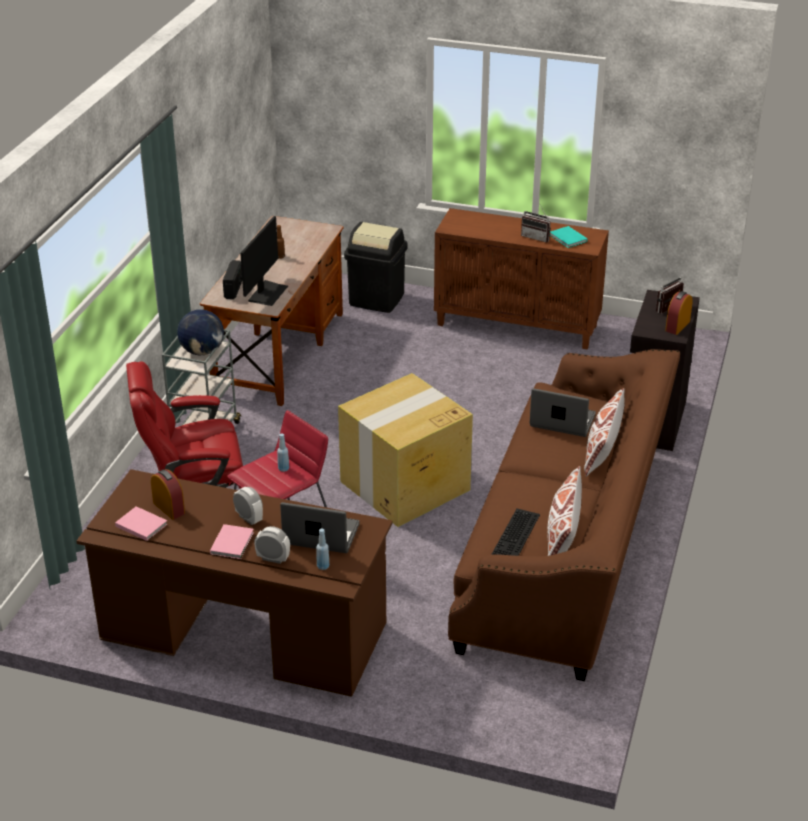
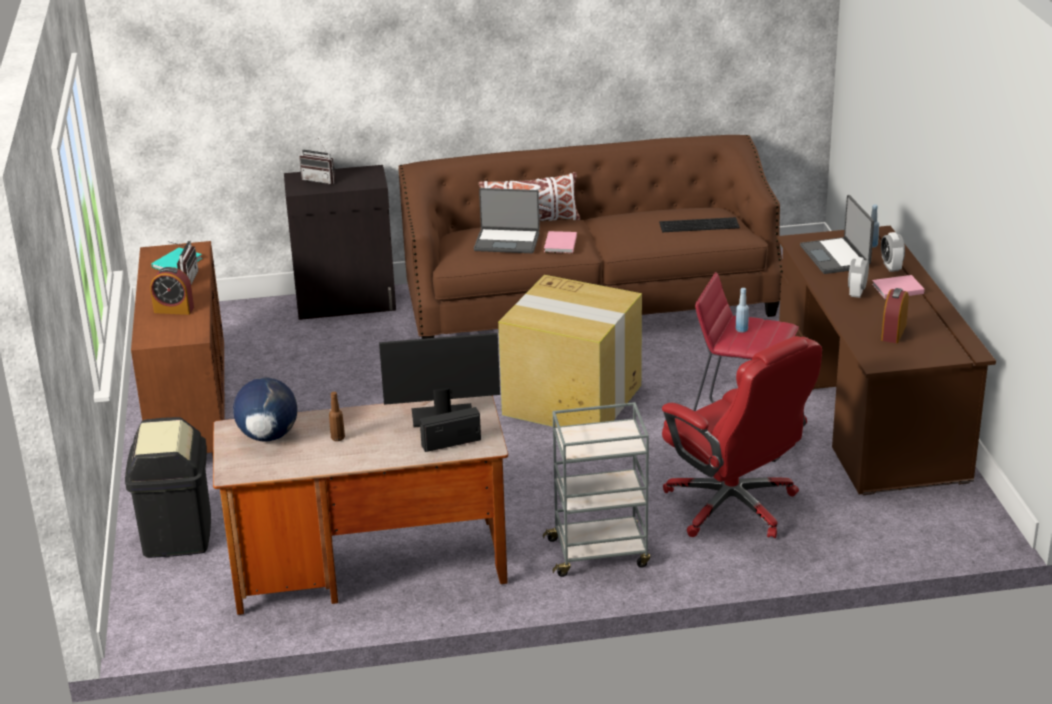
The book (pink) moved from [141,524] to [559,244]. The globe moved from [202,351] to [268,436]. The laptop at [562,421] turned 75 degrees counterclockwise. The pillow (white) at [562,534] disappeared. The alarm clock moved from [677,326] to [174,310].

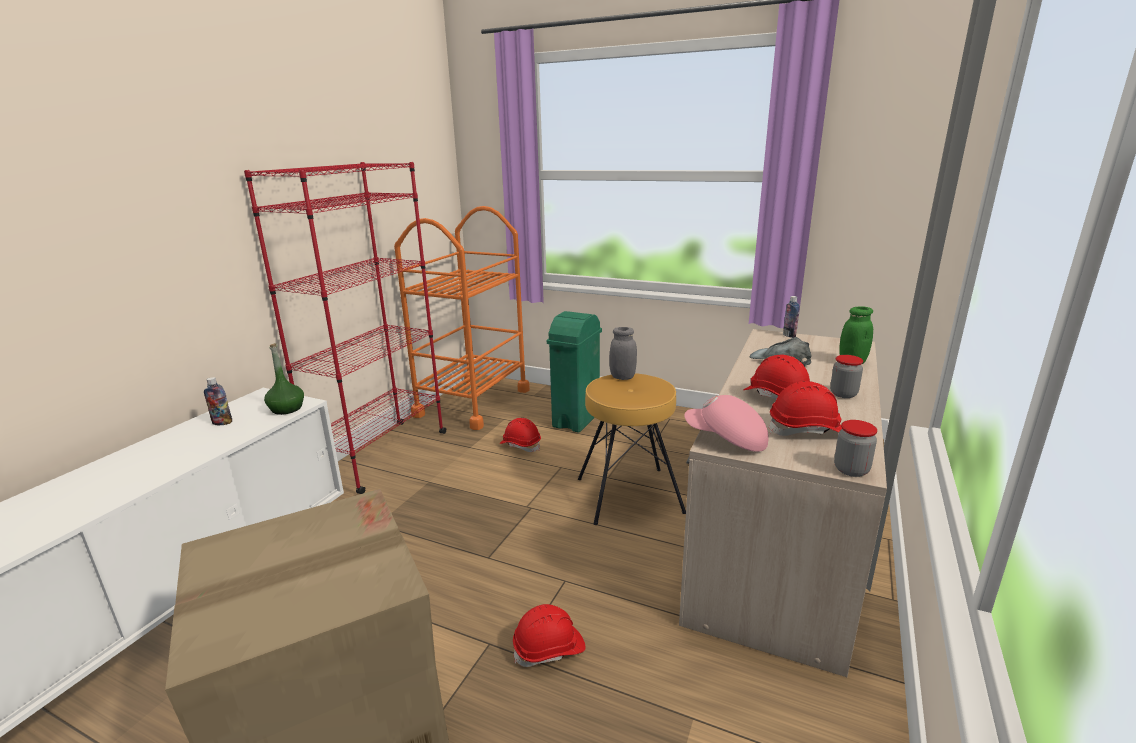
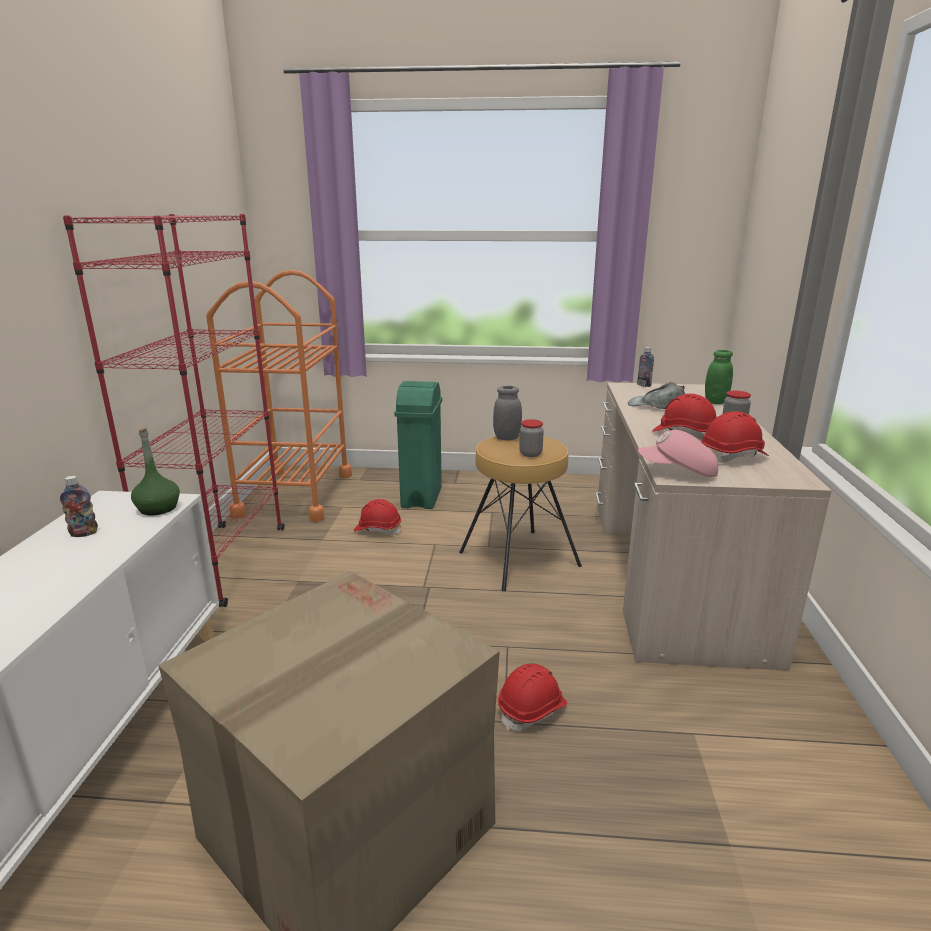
The jar moved from [851,470] to [530,454].

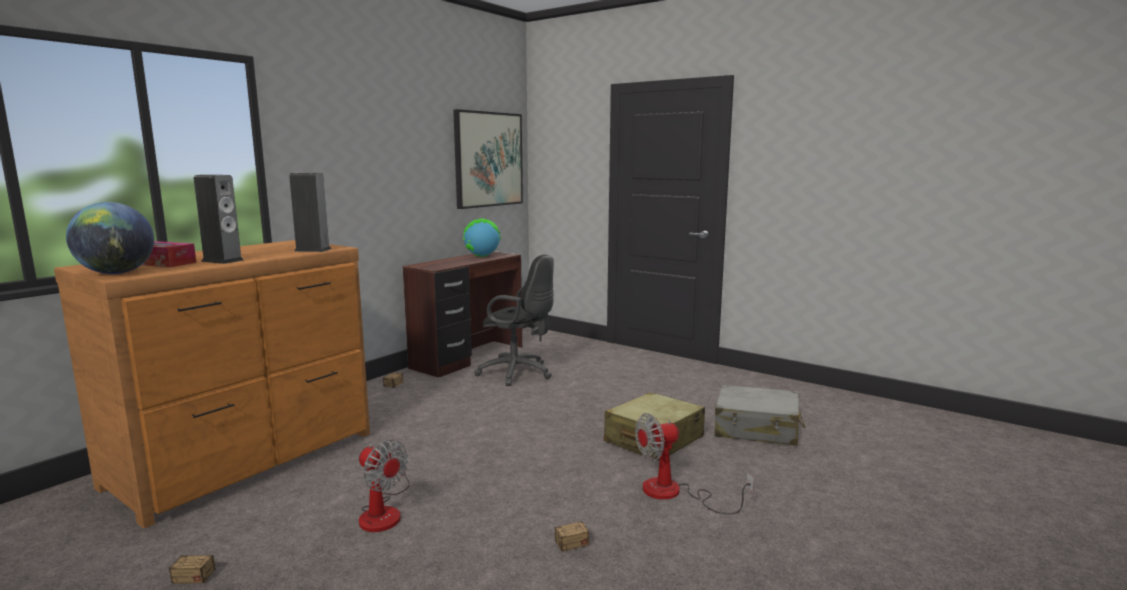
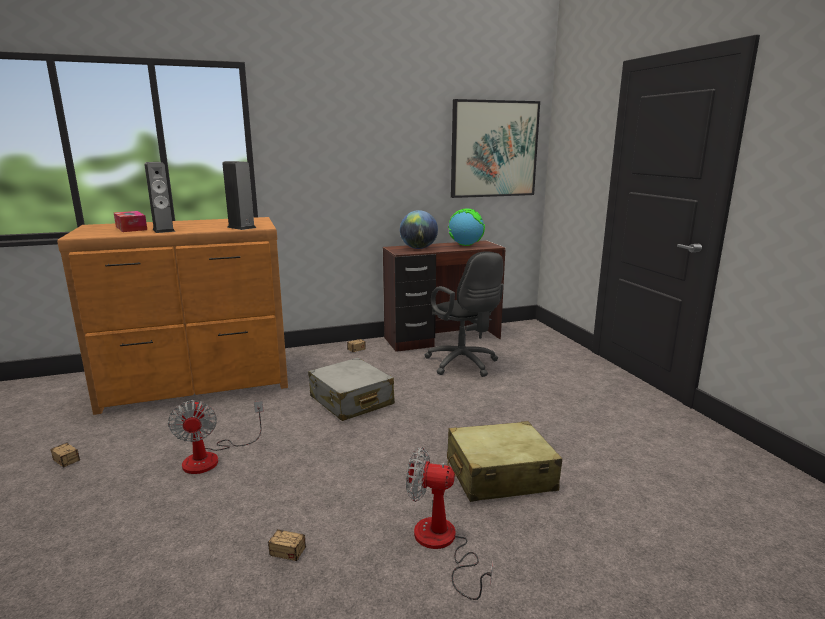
The globe moved from [117,273] to [418,248]. The suitcase (grey) moved from [757,429] to [351,401].

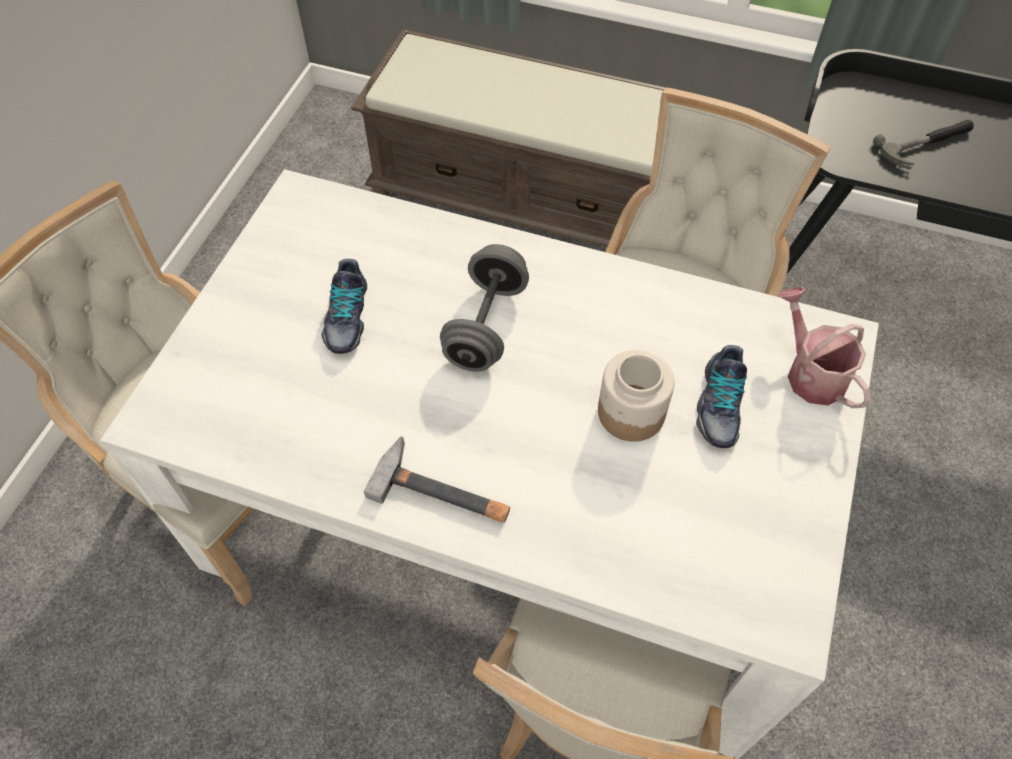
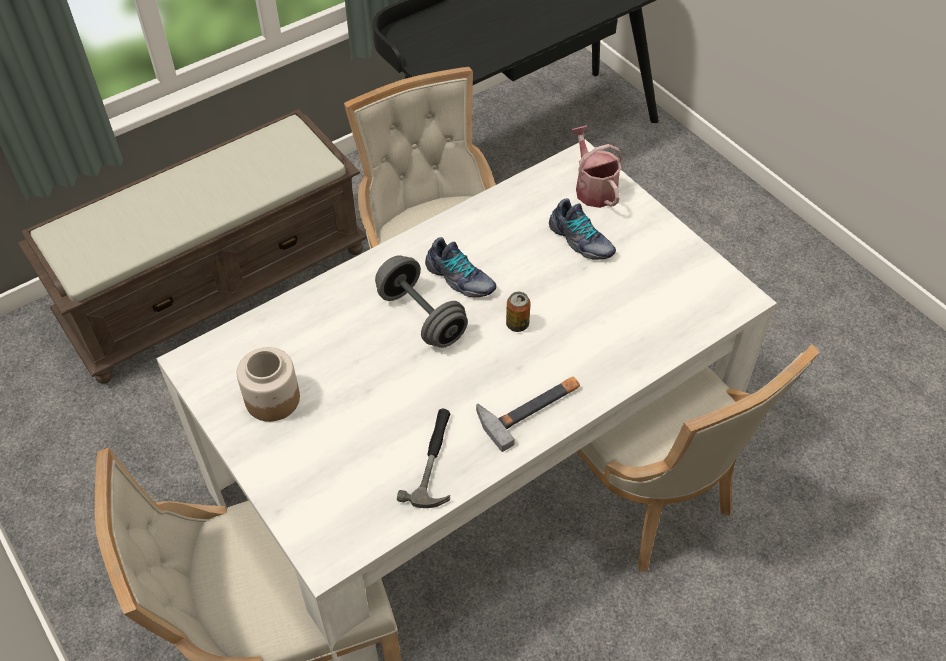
The shoe moved from [346,317] to [459,279]. The jar moved from [630,412] to [272,399]. The watering can at [811,372] turned 60 degrees clockwise. The hammer moved from [927,145] to [435,460]. The can at [517,324] appeared.

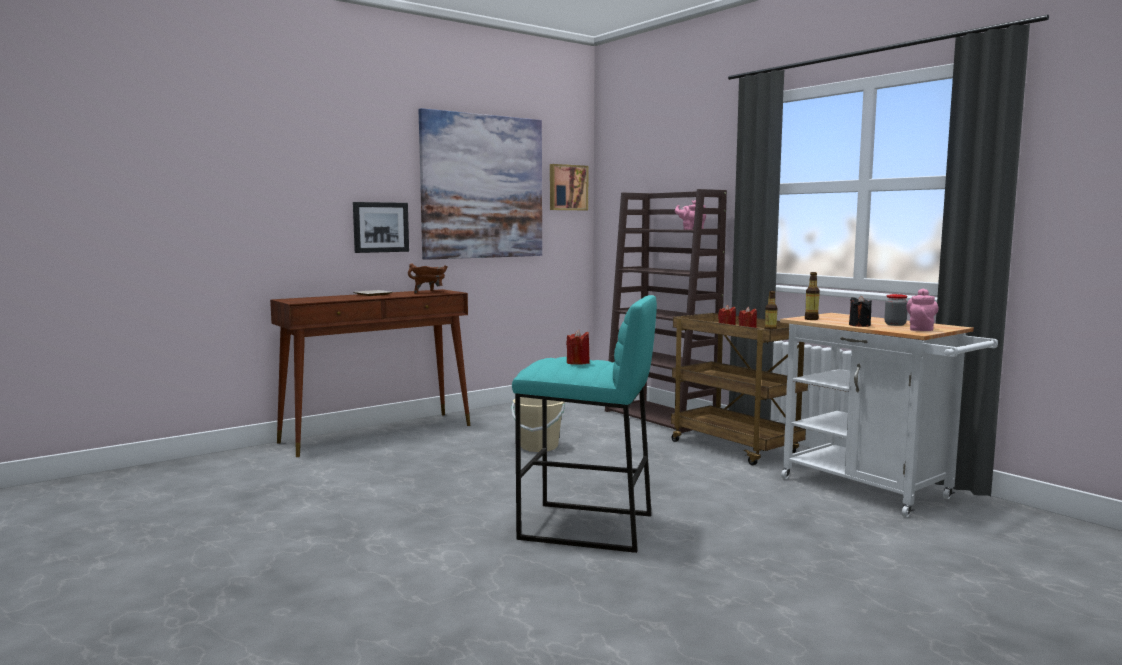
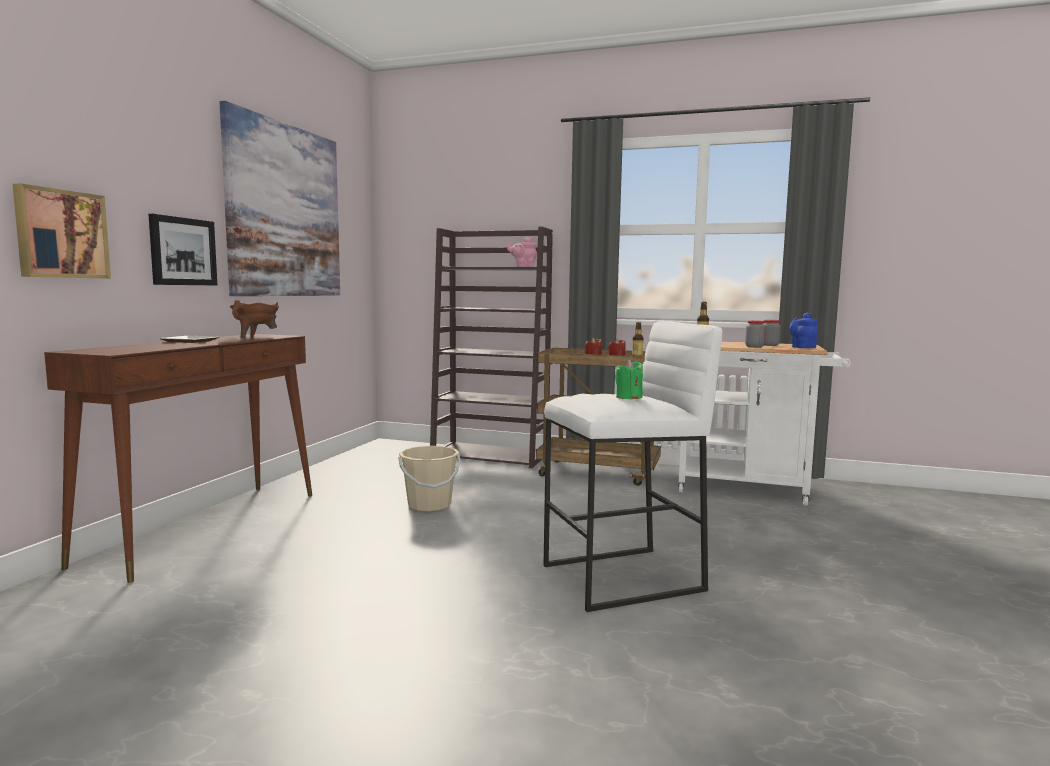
The stool (turquoise) at [585,527] became the stool (white) at [623,578]. The picture moved from [567,187] to [61,234]. The candle (red) at [578,363] became the candle (green) at [629,397]. The candle (black) at [859,325] was replaced by the jar at [754,347]. The teapot (pink) at [921,329] became the teapot (blue) at [802,347].

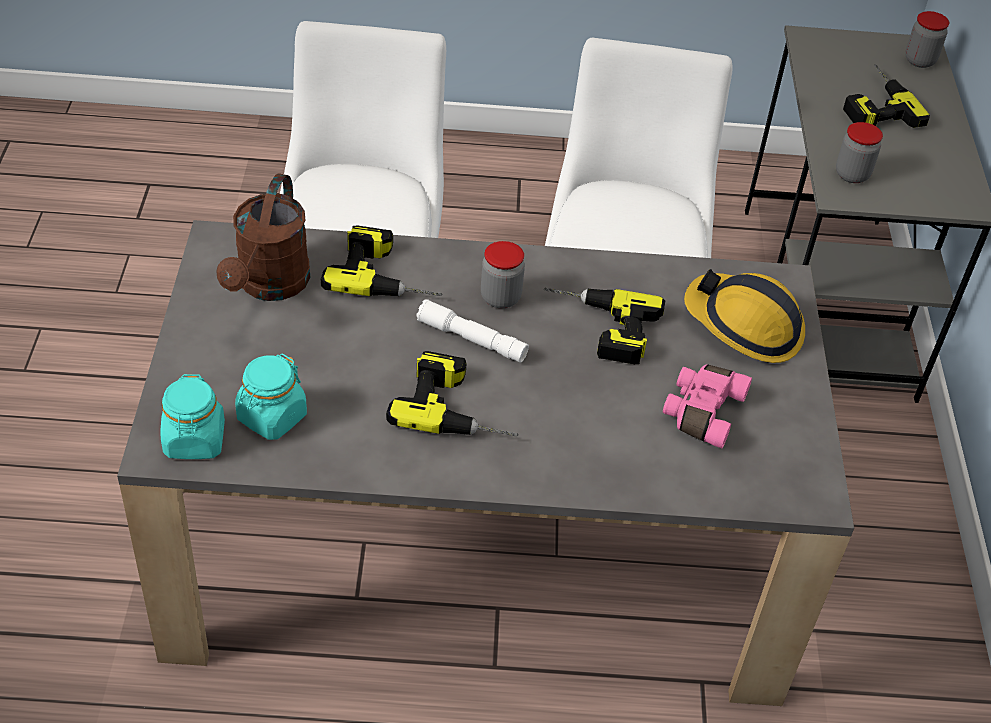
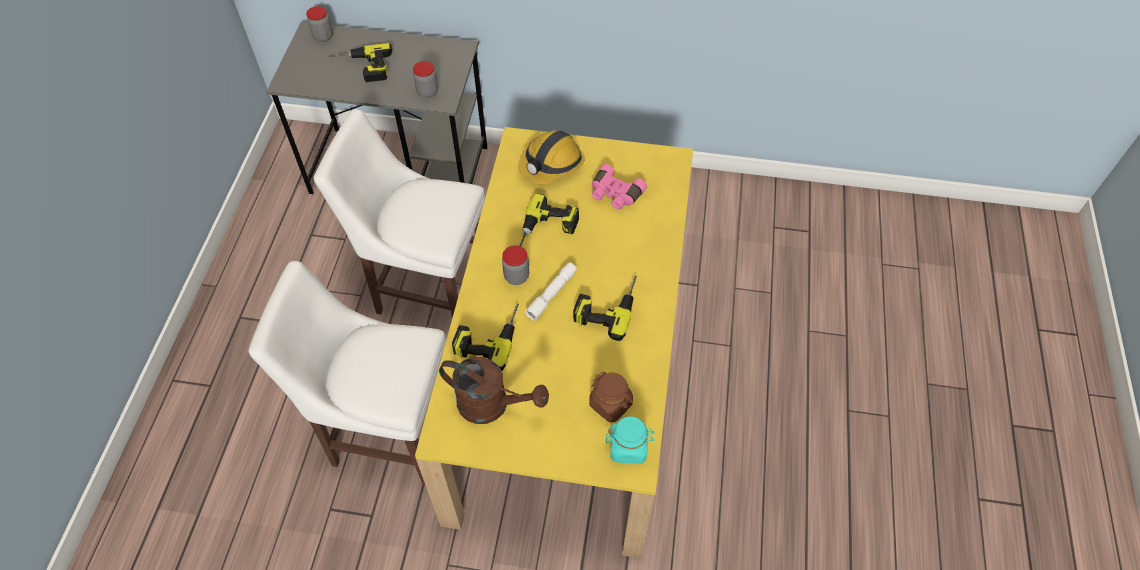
The dining table (grey) at [479,547] became the dining table (yellow) at [568,374]. The jar (turquoise) at [271,417] became the jar (brown) at [611,404].

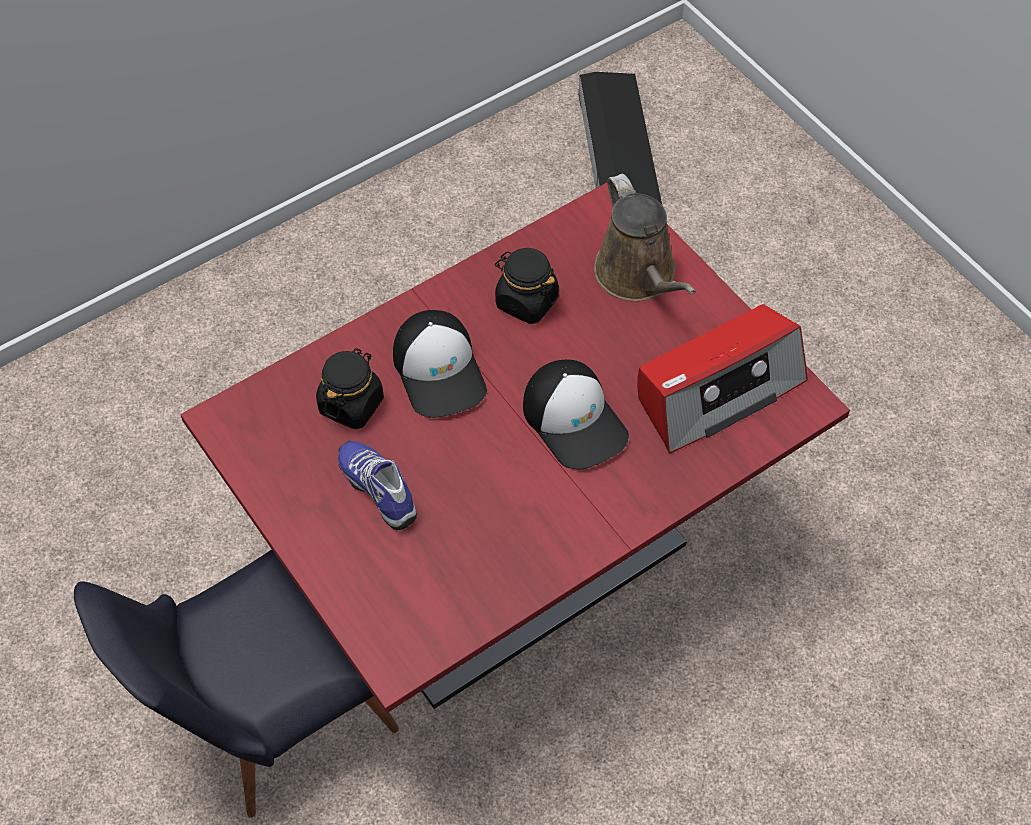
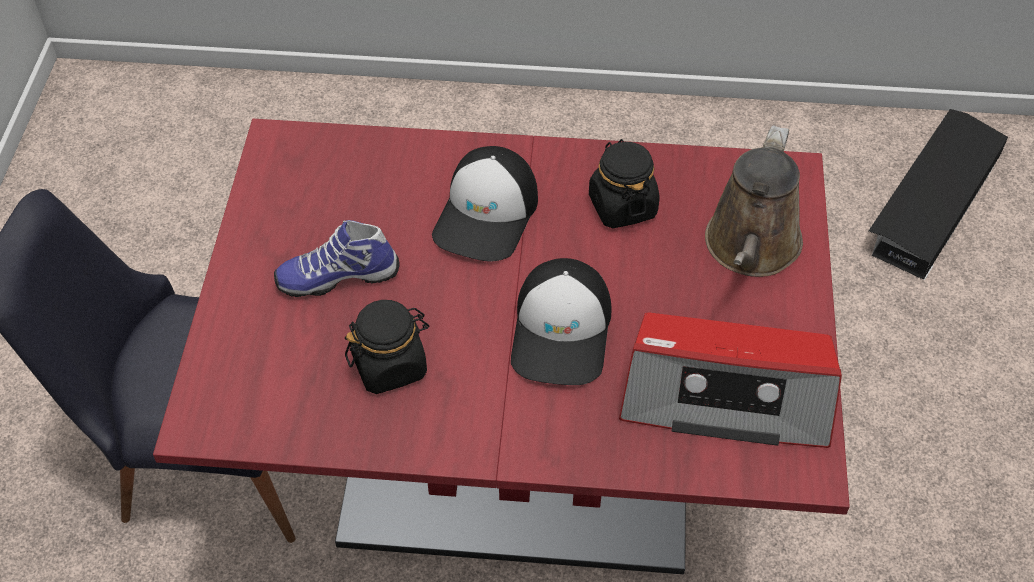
The jar (black) moved from [351,404] to [390,365]. The shoe at [380,489] turned 105 degrees counterclockwise.

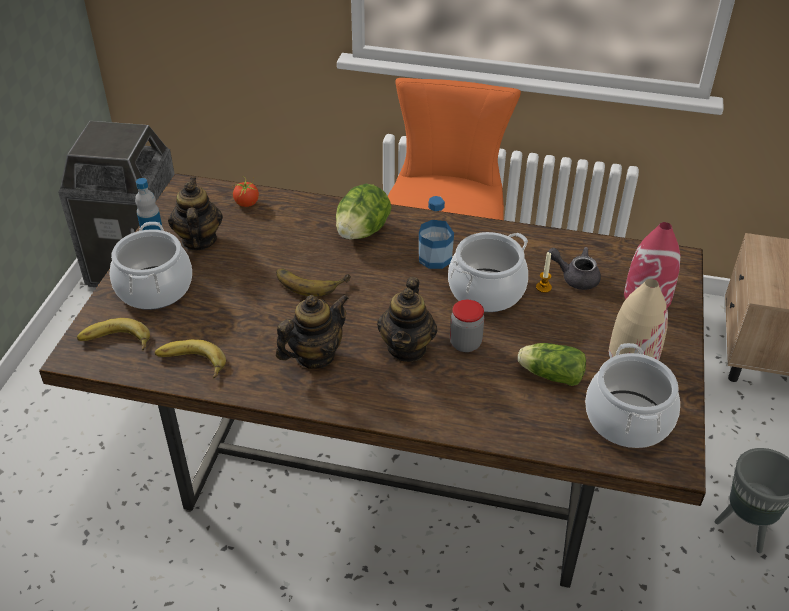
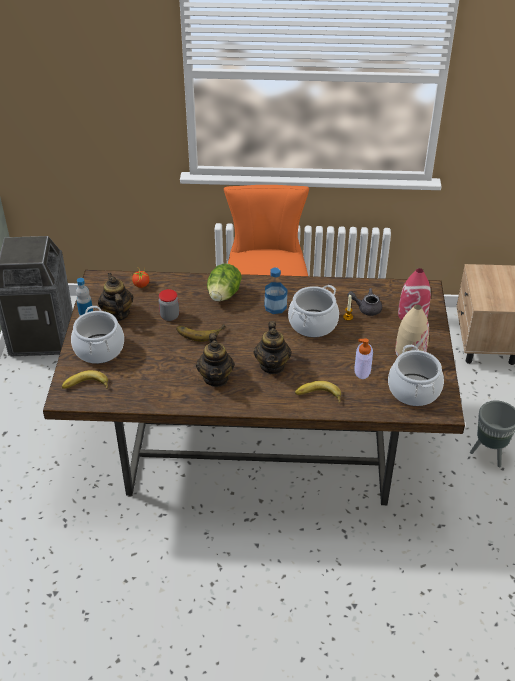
The banana moved from [190,364] to [318,397]. The teapot at [314,355] turned 135 degrees clockwise. The jar moved from [465,343] to [169,316]. The lettuce at [549,374] was replaced by the soap dispenser at [362,370].

